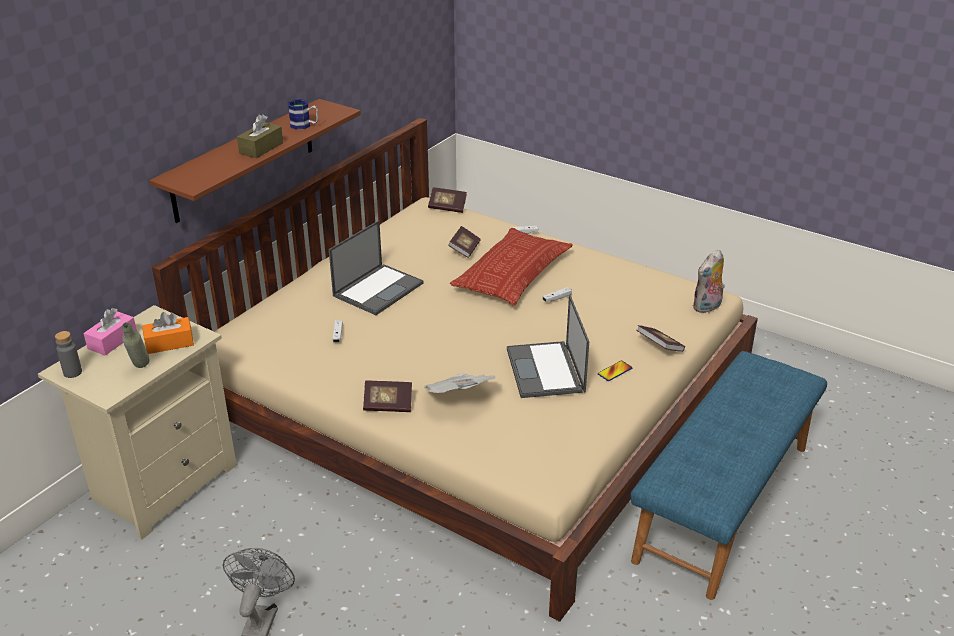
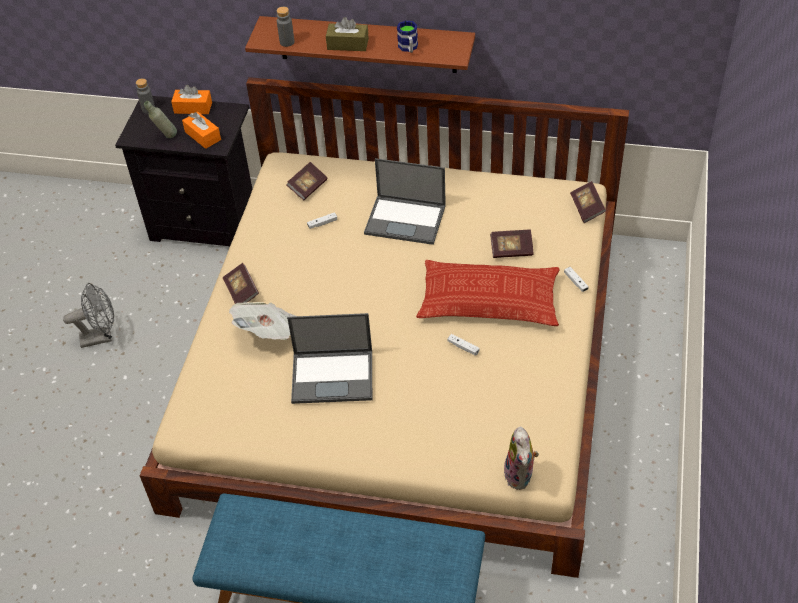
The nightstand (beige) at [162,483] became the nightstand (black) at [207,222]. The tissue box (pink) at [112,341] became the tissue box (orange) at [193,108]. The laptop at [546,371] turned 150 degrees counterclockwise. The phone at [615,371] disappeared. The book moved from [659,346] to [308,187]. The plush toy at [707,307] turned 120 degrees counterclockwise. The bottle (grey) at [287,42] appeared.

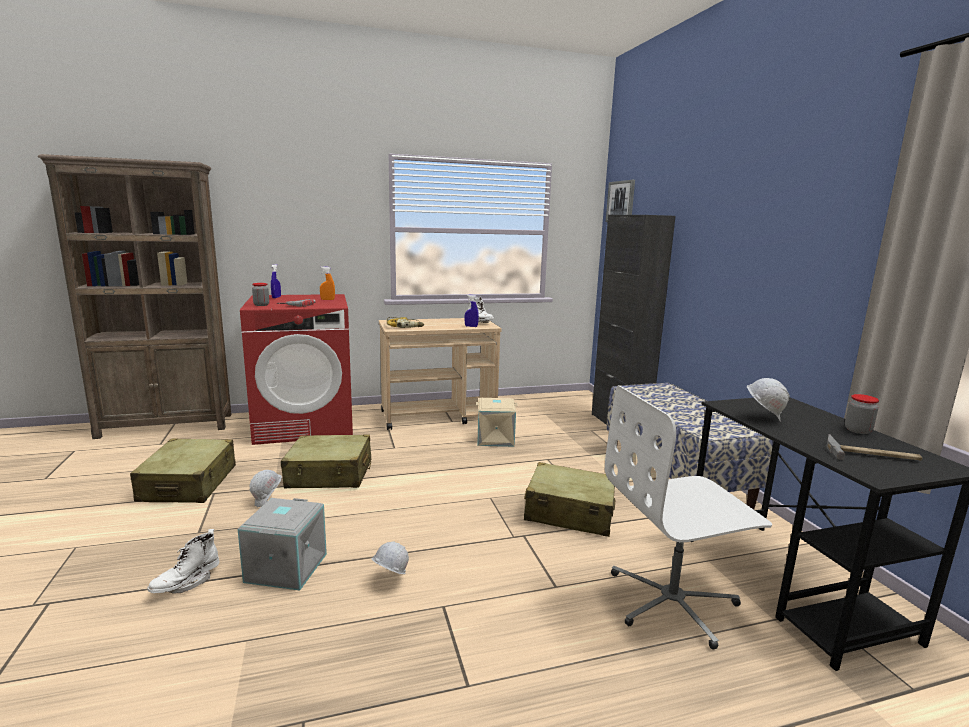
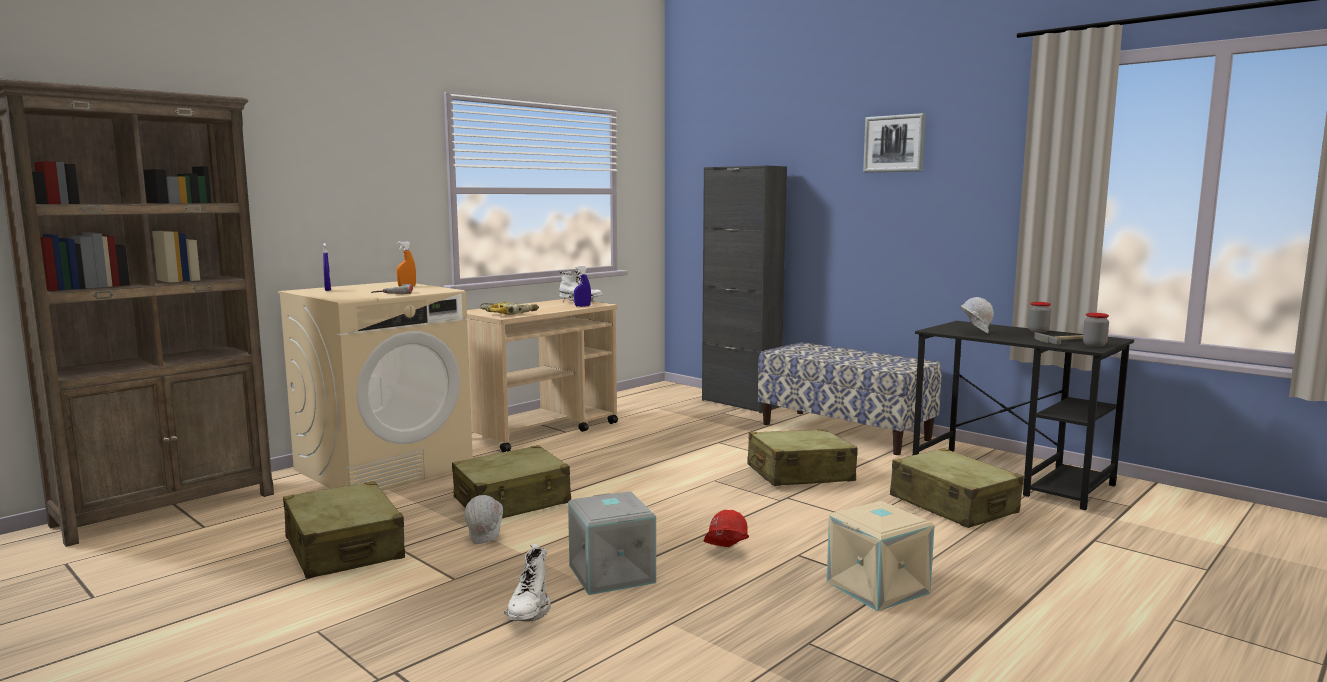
The washing machine (red) at [305,424] became the washing machine (beige) at [384,467]. The jar moved from [261,305] to [1094,345]. The hard hat (white) at [389,580] became the hard hat (red) at [725,554]. The storage box (beige) moved from [495,439] to [878,588]. The office chair (white) at [673,602] was replaced by the suitcase (beige) at [953,505]. The picture moved from [621,201] to [894,143].

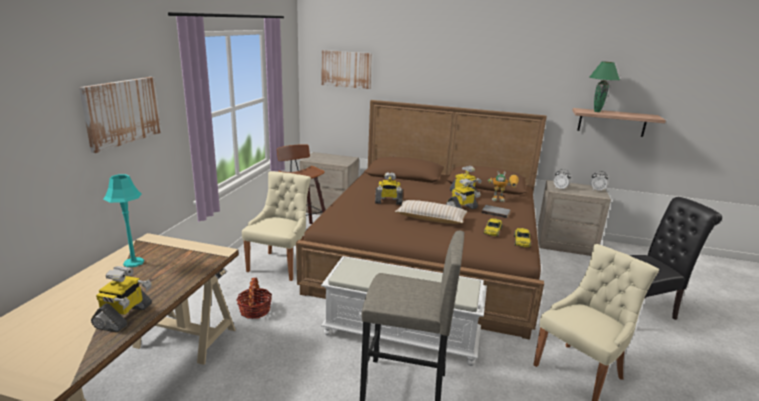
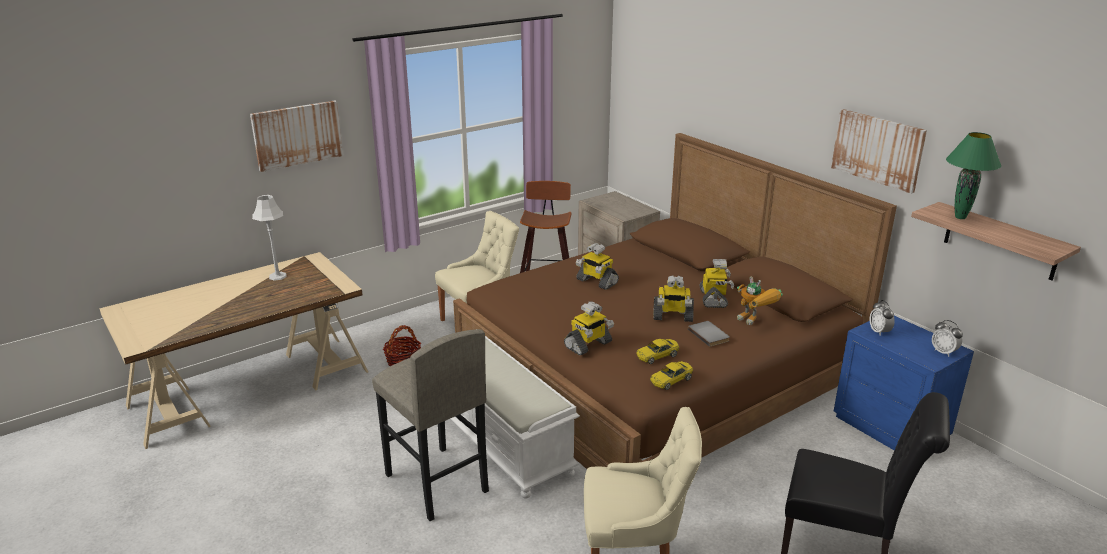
The toy robot moved from [124,316] to [588,345]. The table lamp (turquoise) at [133,262] became the table lamp (grey) at [277,276]. The picture moved from [346,69] to [878,149]. The pillow (beige) at [430,219] disappeared. The nightstand (beige) at [565,244] became the nightstand (blue) at [891,427].

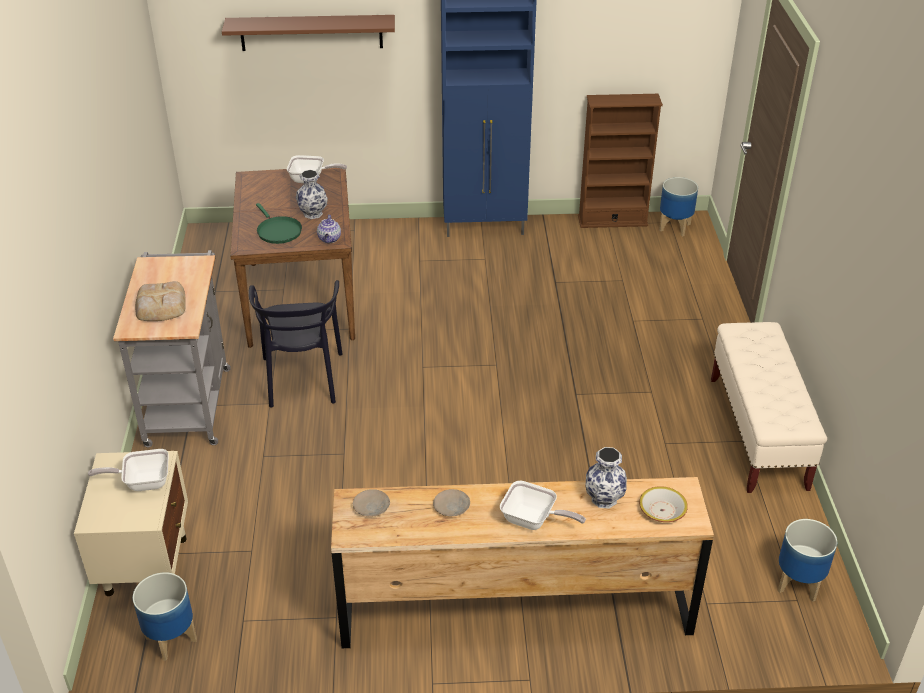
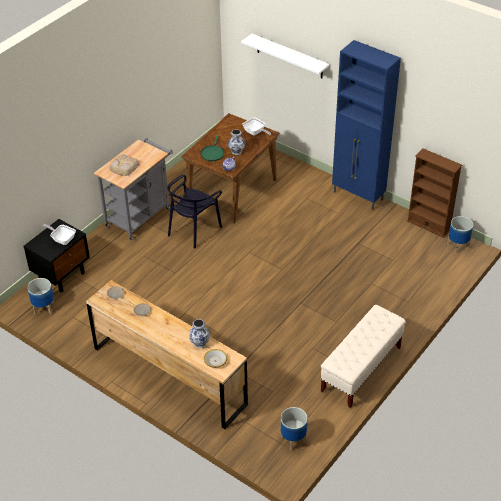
The nightstand (beige) at [146,564] became the nightstand (black) at [62,275]. The shelf (brown) at [311,32] became the shelf (white) at [289,56]. The frying pan at [533,520] disappeared.

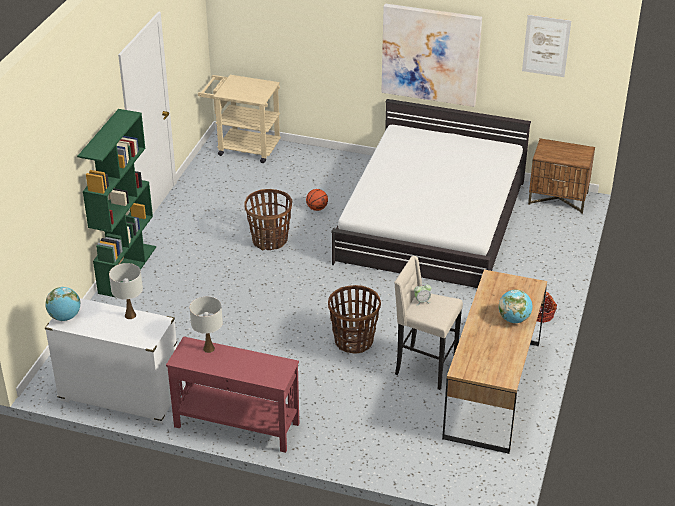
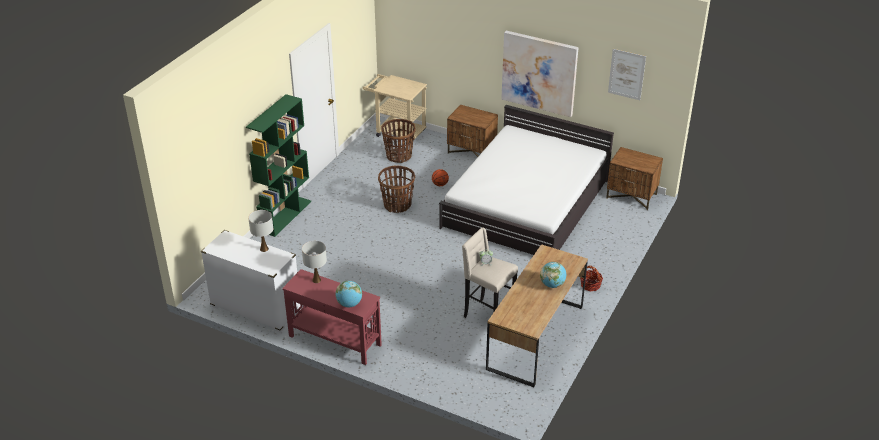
The globe moved from [65,317] to [349,304]. The basket moved from [353,341] to [399,156]. The nightstand (brown) at [472,151] appeared.

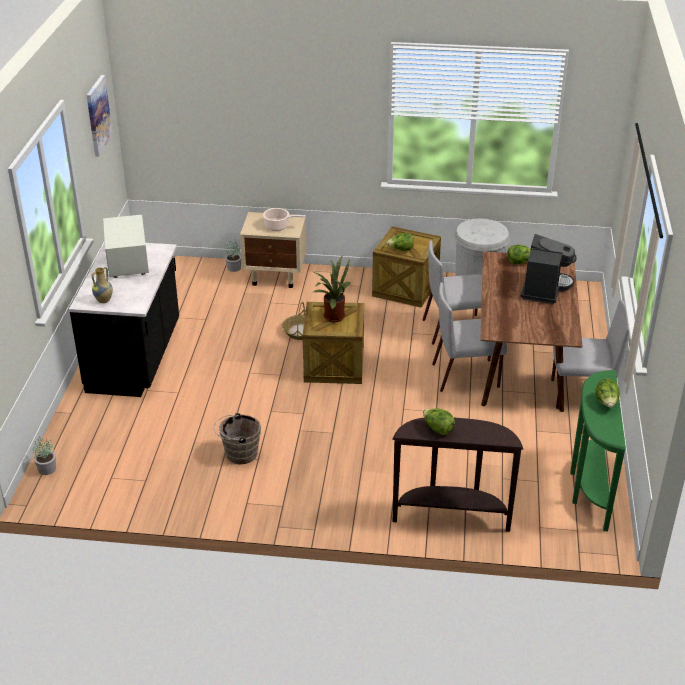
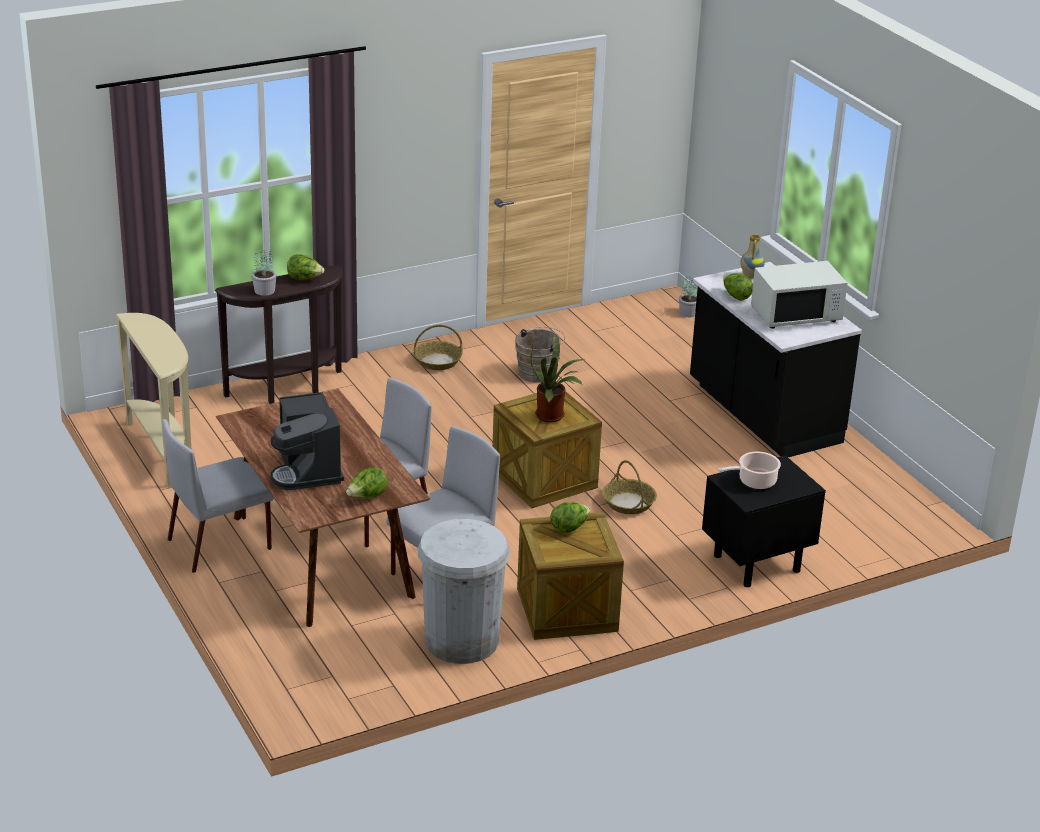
The picture at [98,115] disappeared. The microwave (white) at [128,261] turned 120 degrees clockwise. The potted plant moved from [233,268] to [265,291]. The nightstand (beige) at [276,276] became the nightstand (black) at [755,563]. The console table (green) at [588,489] became the console table (beige) at [164,451]. The lettuce moved from [606,403] to [736,296]. The basket at [438,361] appeared.

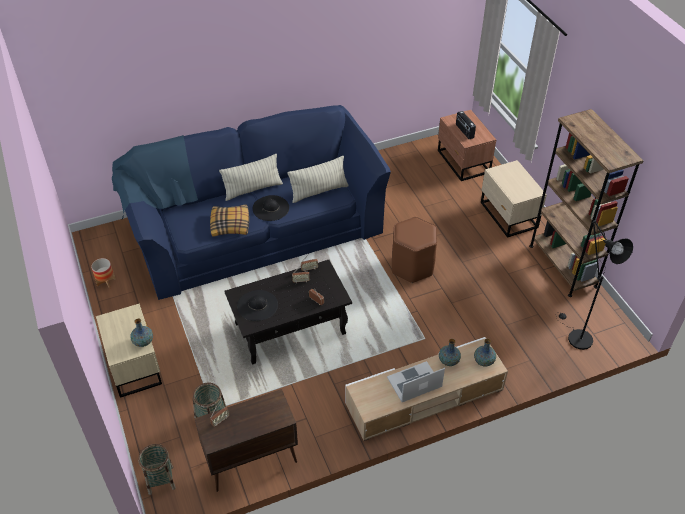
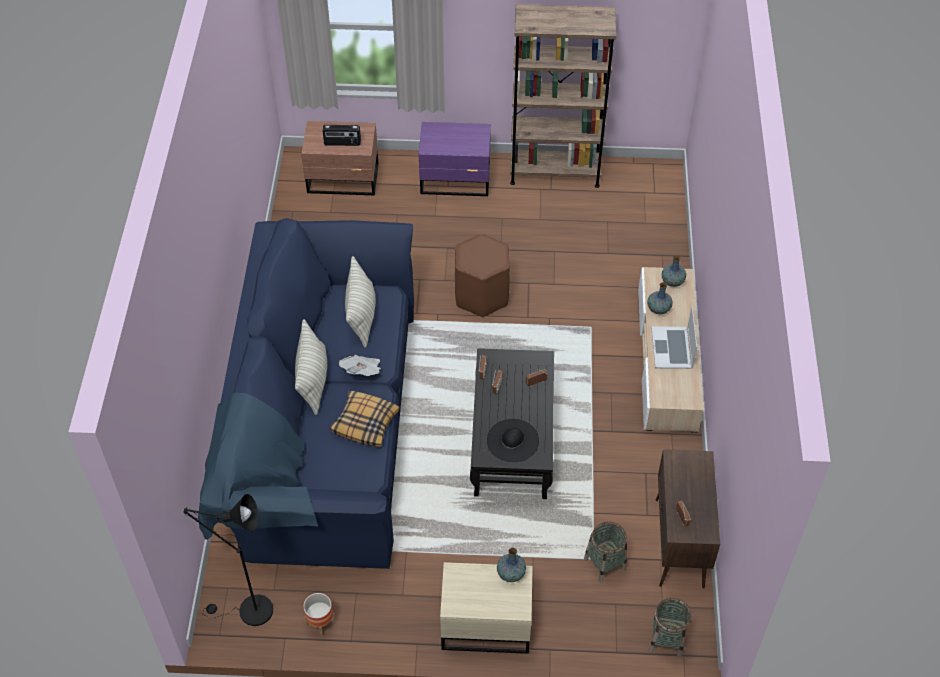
The hat (black) at [271,208] was replaced by the newspaper at [362,372]. The nightstand (beige) at [508,216] became the nightstand (purple) at [456,180]. The floor lamp (black) moved from [576,336] to [249,611].

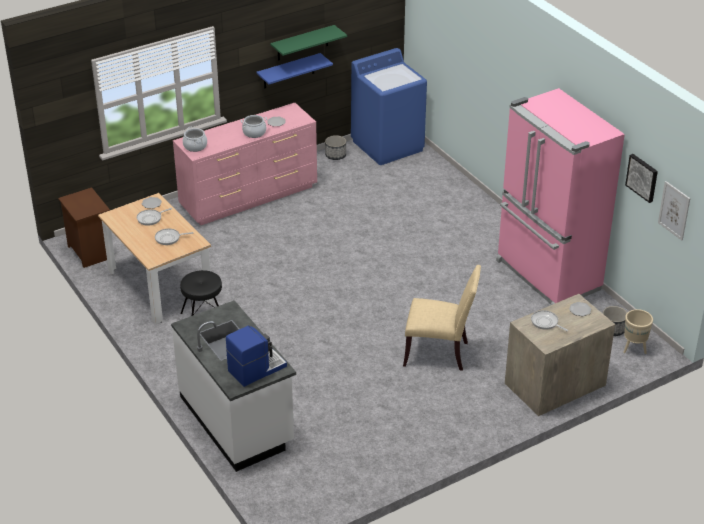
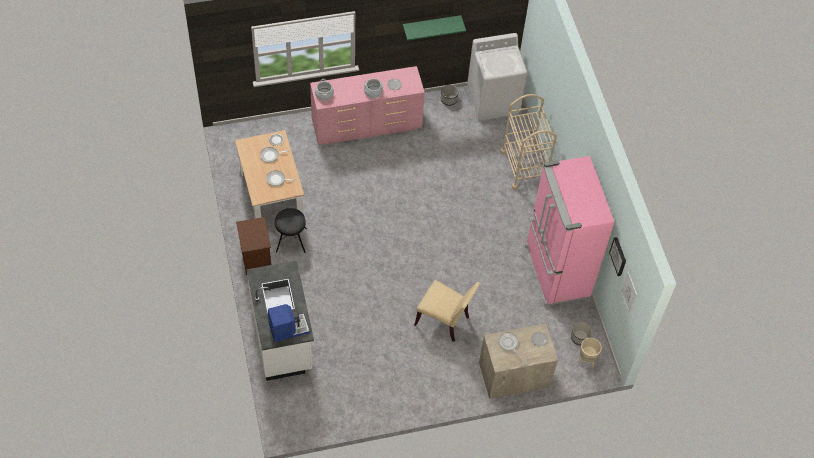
The nightstand (brown) moved from [89,251] to [255,259]. The shelf (blue) at [289,71] disappeared. The washing machine (blue) at [388,145] became the washing machine (white) at [493,100]. The cart (beige) at [524,167] appeared.

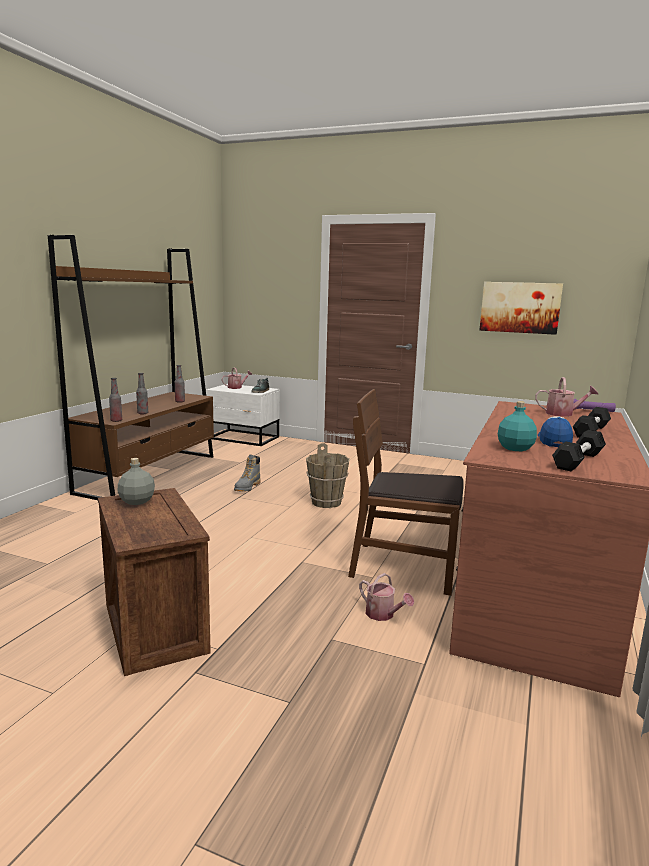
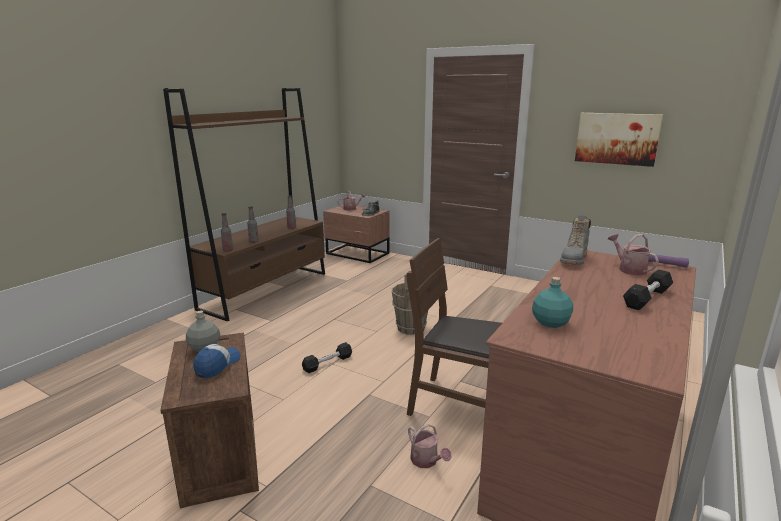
The nightstand (white) at [244,438] became the nightstand (brown) at [357,254]. The boot (grey) moved from [247,487] to [574,260]. The watering can at [563,414] turned 135 degrees counterclockwise. The cap moved from [554,441] to [217,365]. The dumbbell (black) moved from [578,461] to [328,363].

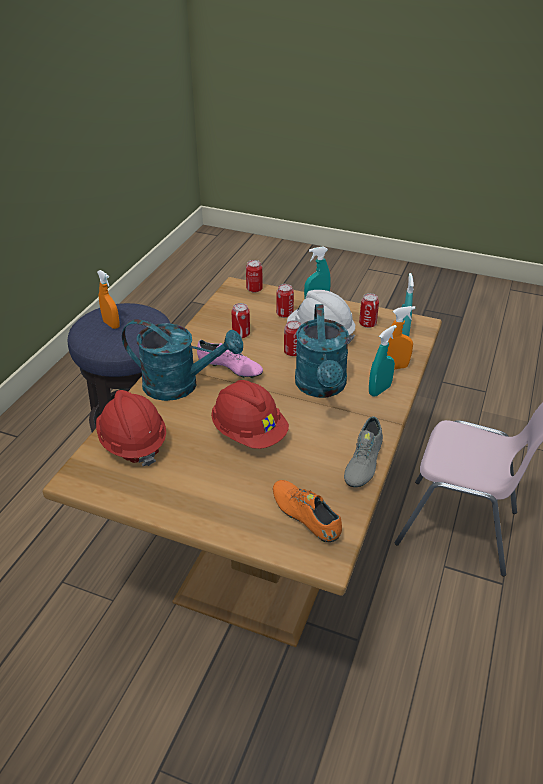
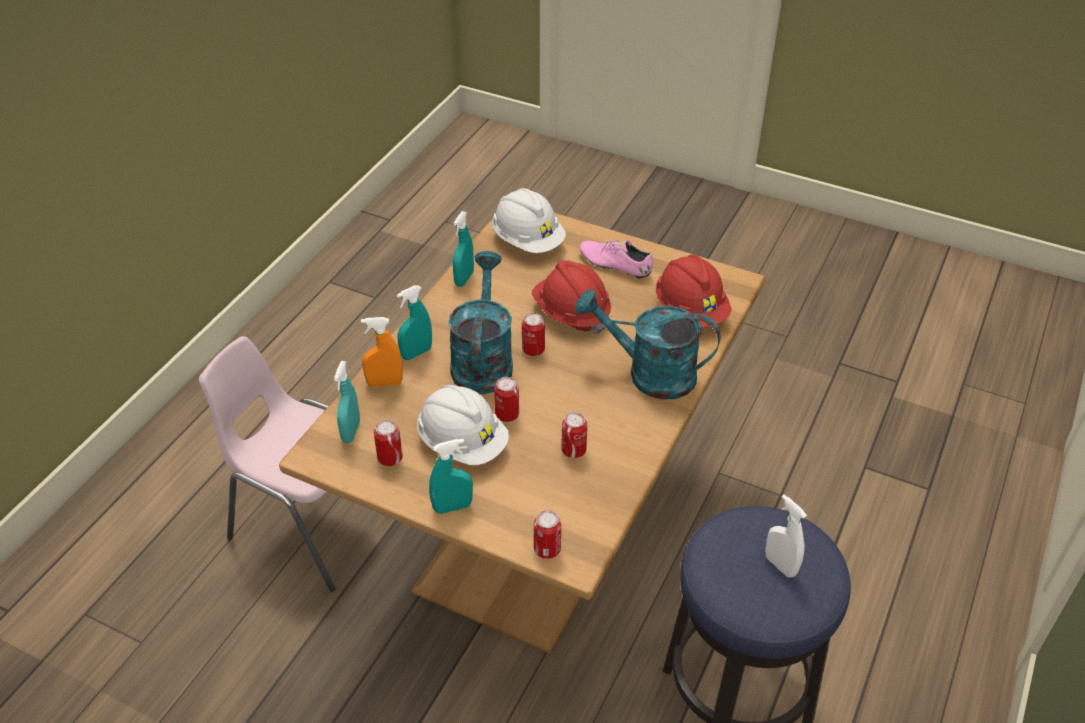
The spray bottle (orange) at [111,324] became the spray bottle (white) at [780,565]. The shoe (pink) moved from [230,369] to [615,265]. The shoe (orange) at [305,516] was replaced by the hard hat (white) at [528,241]. The can moved from [284,314] to [533,349]. The shoe (grey) at [363,463] was replaced by the spray bottle (turquoise) at [464,278].

